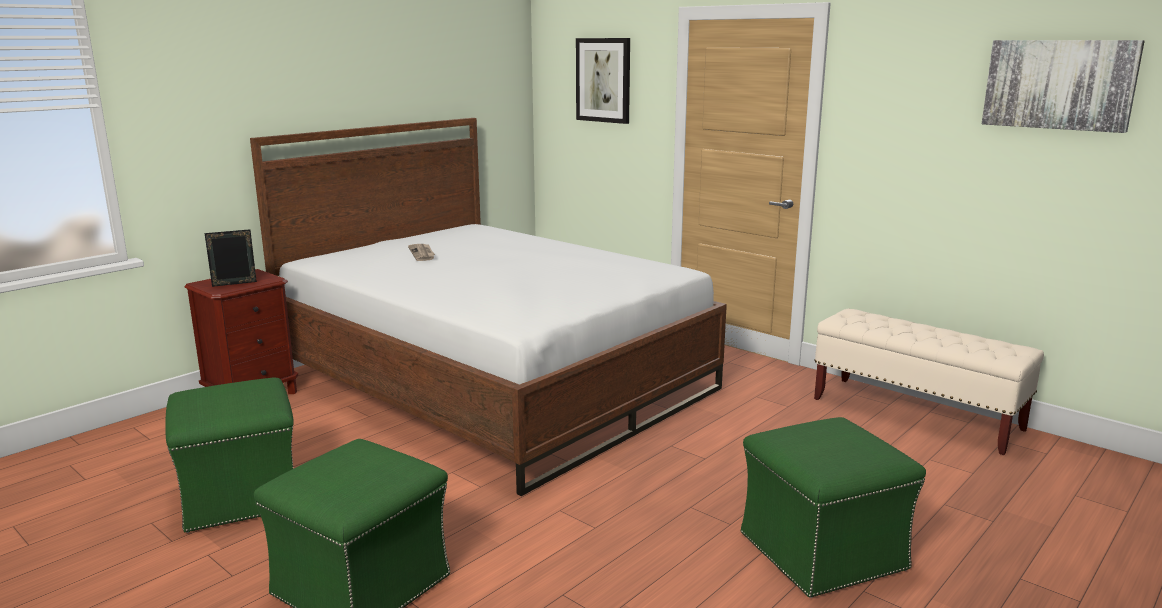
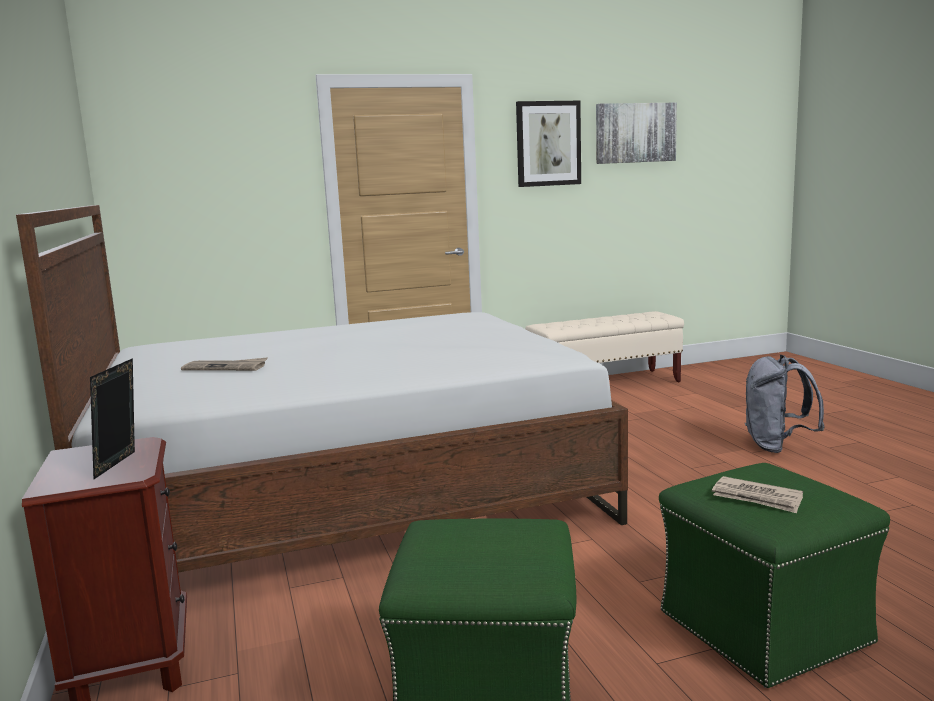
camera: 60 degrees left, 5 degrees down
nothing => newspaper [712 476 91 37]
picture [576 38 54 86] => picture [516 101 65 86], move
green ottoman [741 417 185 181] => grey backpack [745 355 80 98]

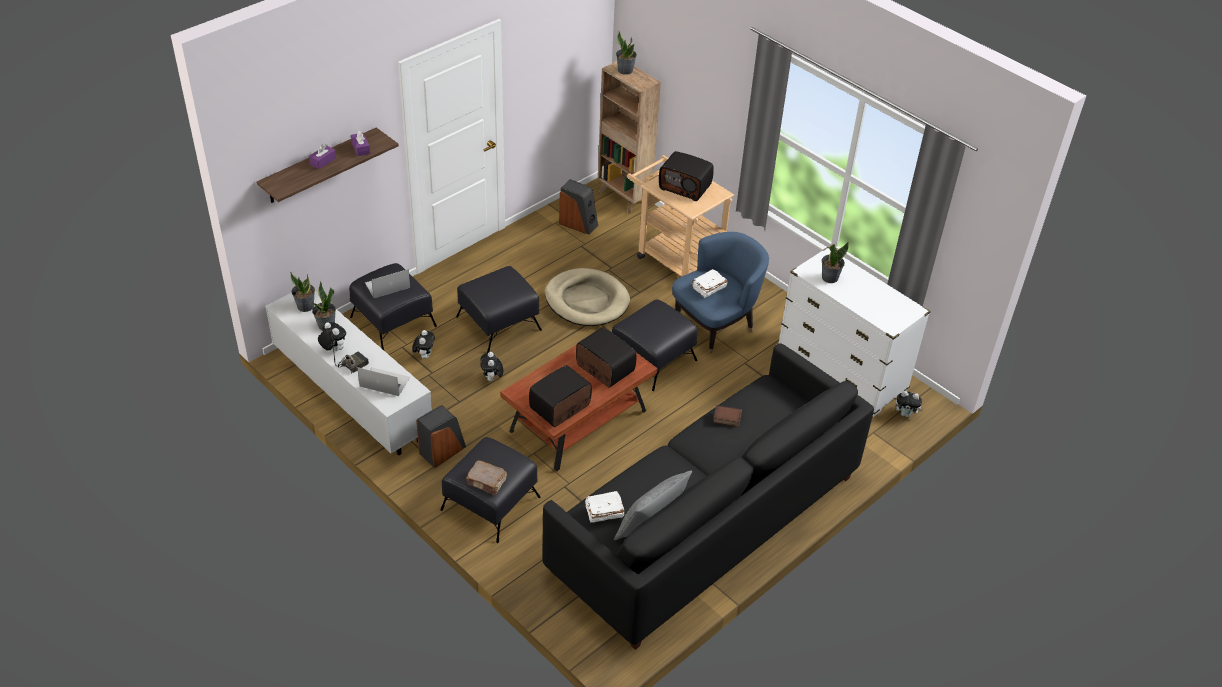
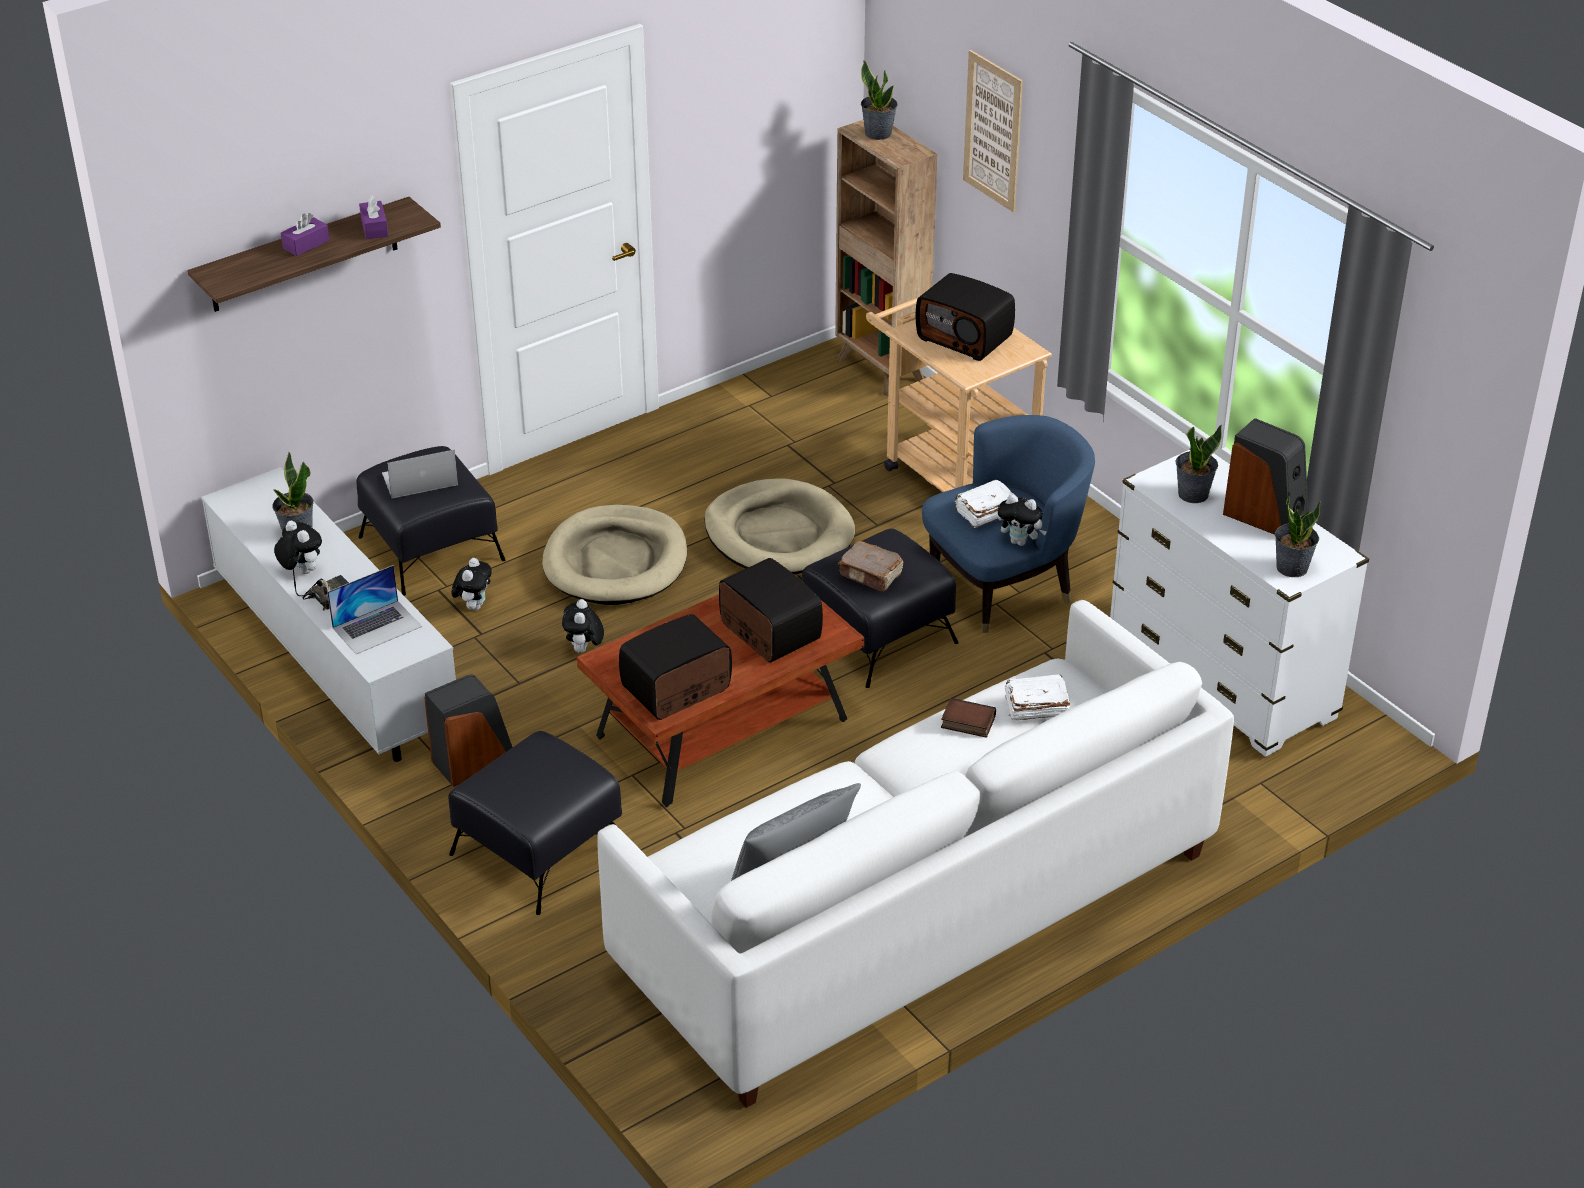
camera: 10 degrees right, 5 degrees down
nothing => picture [963 50 60 162]
potted plant [290 272 25 40] => potted plant [1275 496 46 81], move
brown book [466 460 41 35] => brown book [838 541 65 51], move
speaker [559 179 39 56] => speaker [1223 418 85 117], move
white book [585 491 40 32] => white book [1005 674 65 47], move
plush toy [895 391 28 26] => plush toy [998 494 49 52], move
black ottoman [456 266 86 87] => beige dog bed [542 505 145 100]
black sofa [542 343 332 307] => white sofa [597 600 637 508]
laptop [357 367 53 29] => laptop [327 565 95 89], 120 degrees clockwise

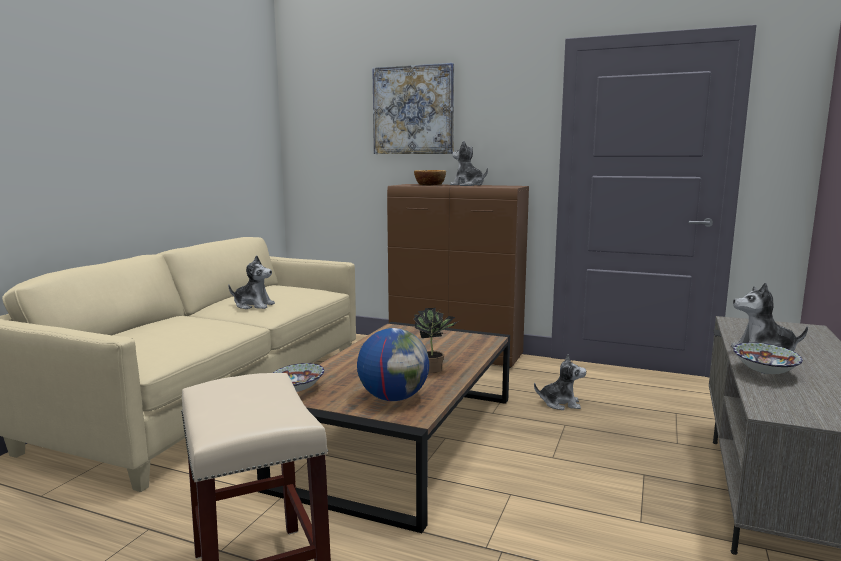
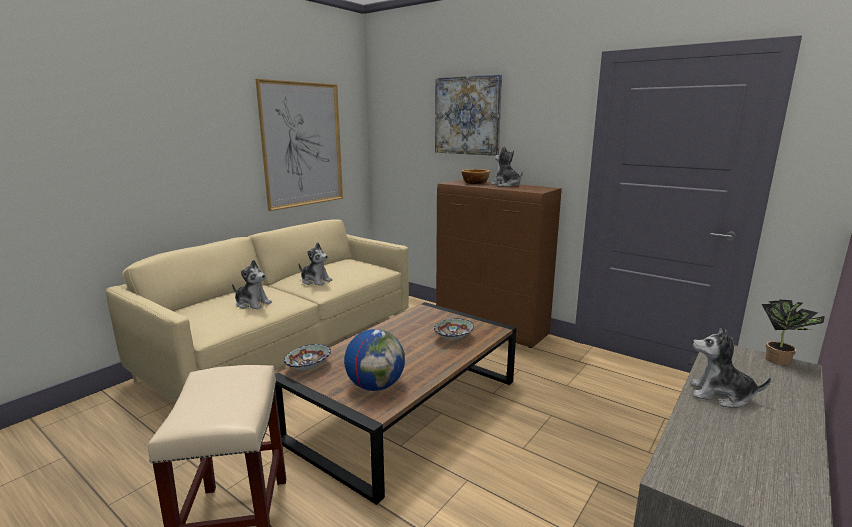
camera: 15 degrees right, 5 degrees up
nothing => picture [256 79 87 132]
potted plant [413 308 47 65] => potted plant [762 299 63 66], move
plush toy [534 354 52 56] => plush toy [232 260 40 49], move
bowl [733 342 70 32] => bowl [434 319 40 21], move

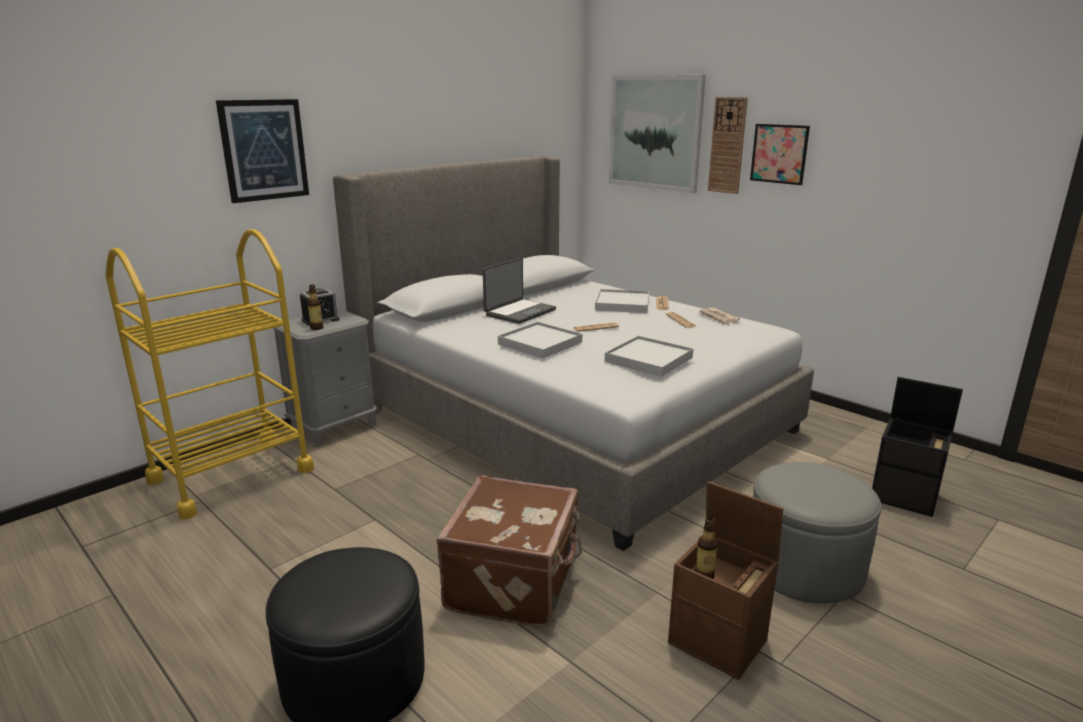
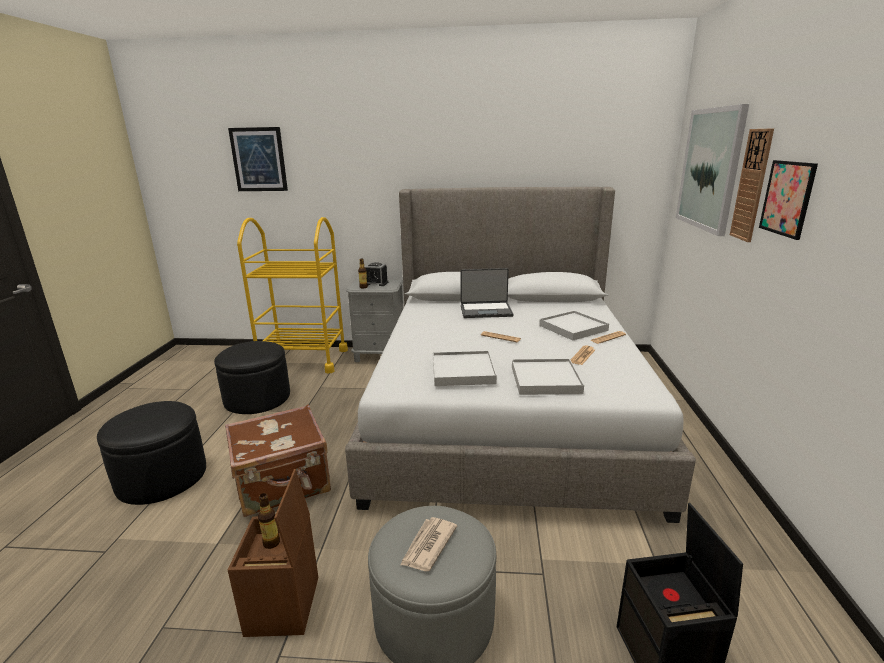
camera: 50 degrees right, 0 degrees up
nothing => black ottoman [214 341 76 73]
picture [216 99 93 104] => picture [228 127 60 64], move
white tray [498 322 84 37] => white tray [512 359 72 36], move
newspaper [698 307 42 18] => newspaper [400 517 57 54], move

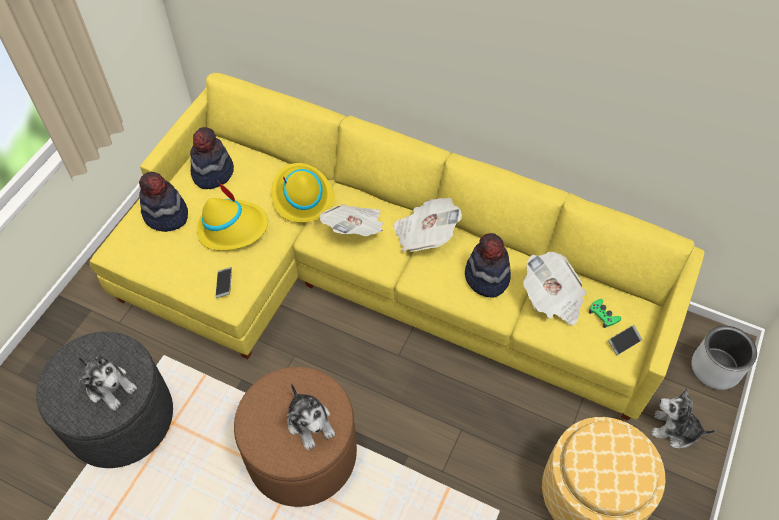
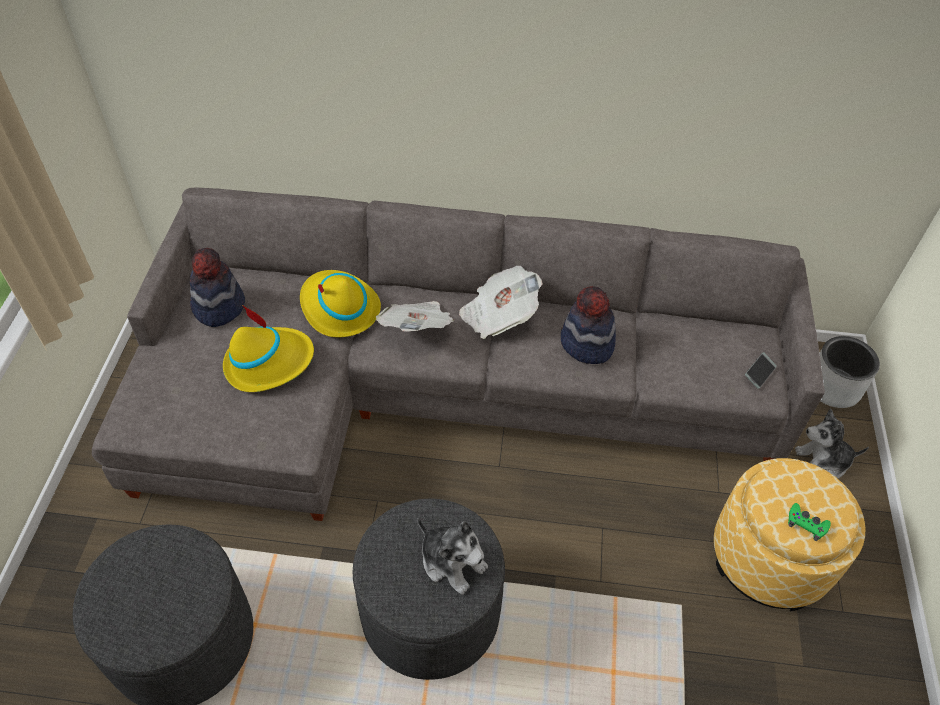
camera: 20 degrees left, 5 degrees down
plush toy [78 356 59 55] => nothing
hat [139 172 49 60] => nothing
phone [215 267 17 31] => nothing
newspaper [523 252 64 73] => nothing
green game controller [589 299 32 29] => green game controller [788 503 43 38], move
yellow sofa [90 73 614 347] => grey sofa [92 188 733 333]
brown ottoman [234 367 123 140] => grey ottoman [353 499 152 181]

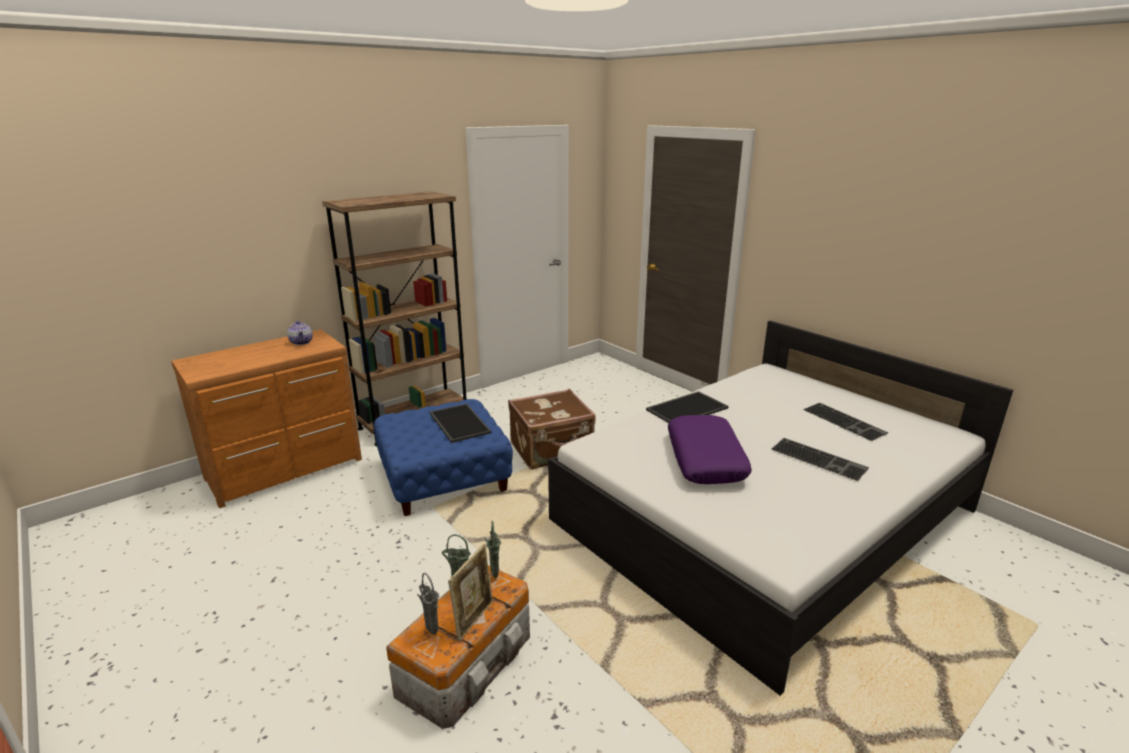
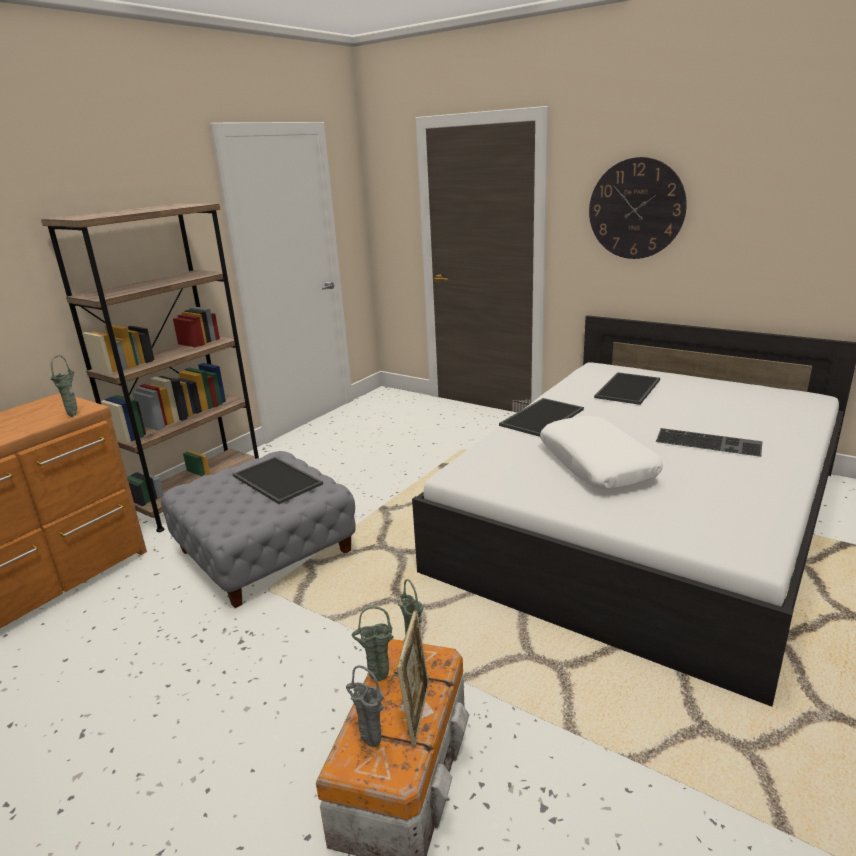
camera: 15 degrees left, 0 degrees up
teapot [287 321 26 24] => nothing
brown suitcase [508 389 87 80] => nothing
keyboard [803 403 85 38] => nothing
nothing => green vase [50 355 28 62]
nothing => wall clock [589 157 98 102]
nothing => tray [594 372 66 33]
blue ottoman [374 399 139 117] => grey ottoman [161 451 195 157]
purple pillow [668 415 84 69] => white pillow [540 416 123 74]

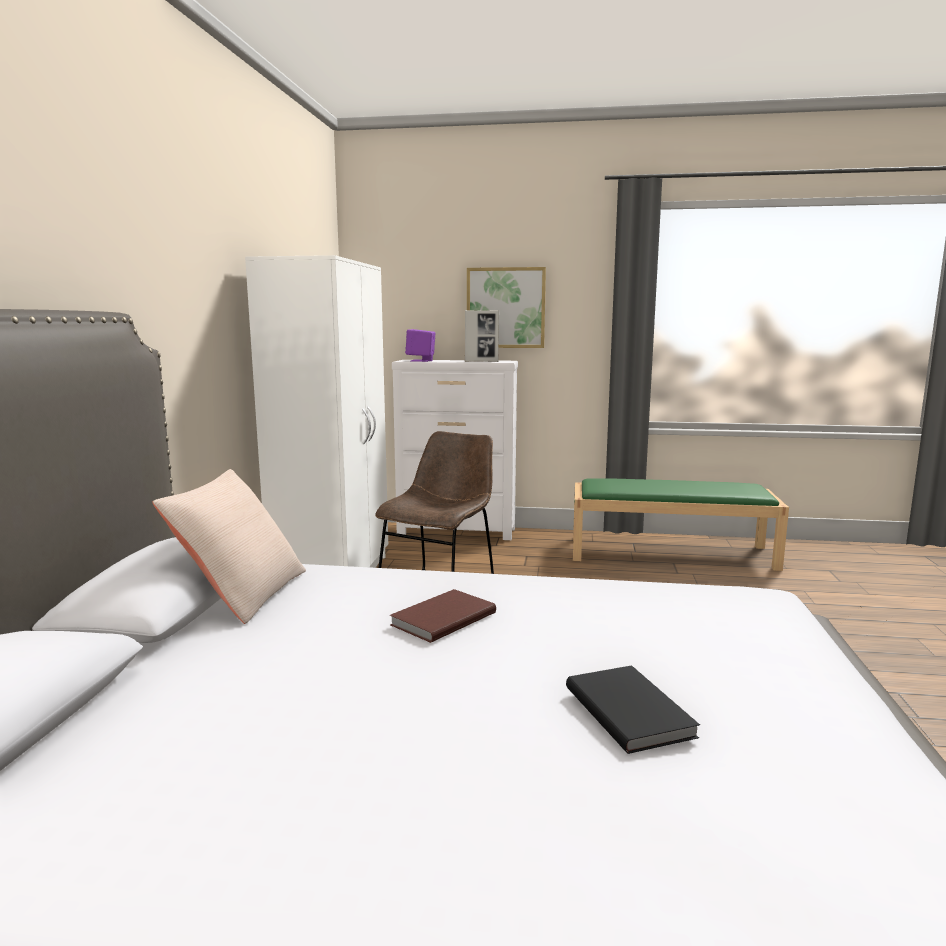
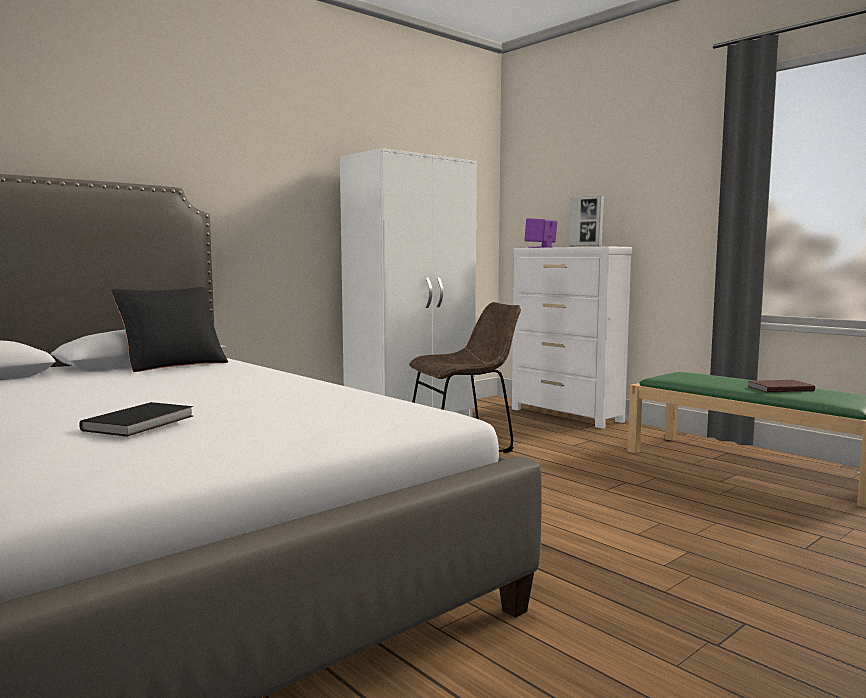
camera: 40 degrees right, 5 degrees down
picture [467 267 79 81] => nothing
brown book [390 589 106 54] => brown book [747 380 68 13], move
beige pillow [152 469 154 155] => black pillow [111 287 117 85]

